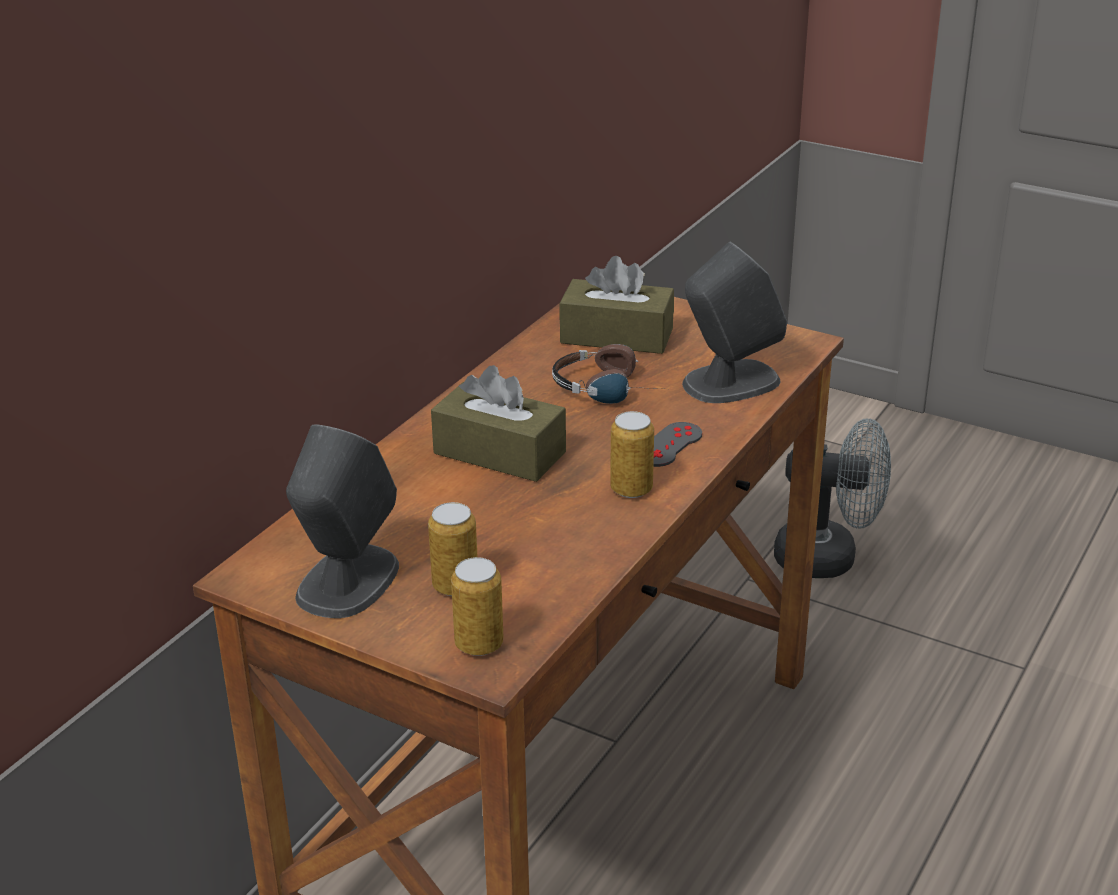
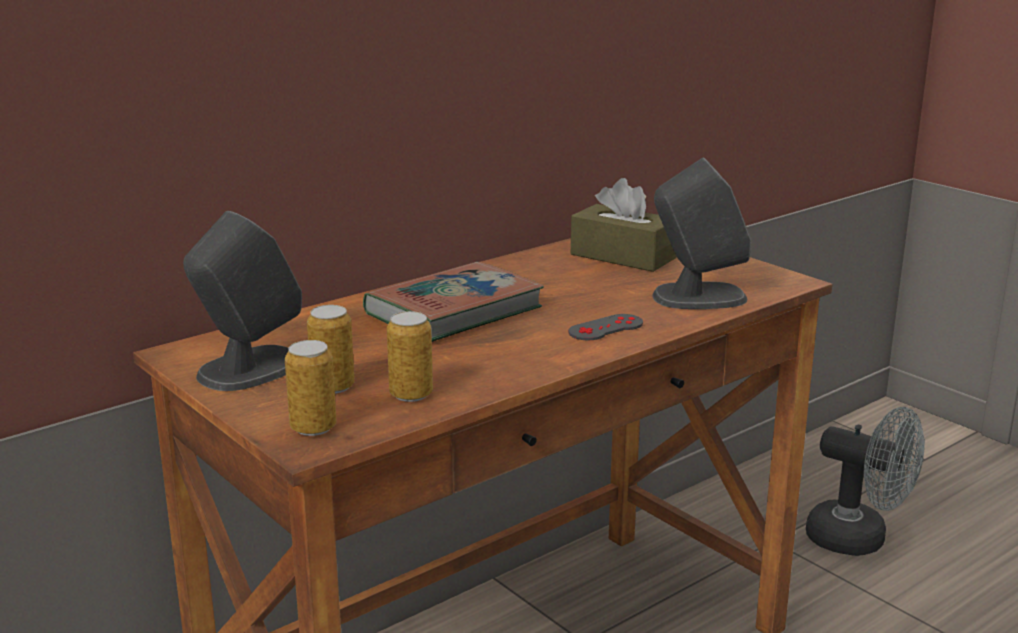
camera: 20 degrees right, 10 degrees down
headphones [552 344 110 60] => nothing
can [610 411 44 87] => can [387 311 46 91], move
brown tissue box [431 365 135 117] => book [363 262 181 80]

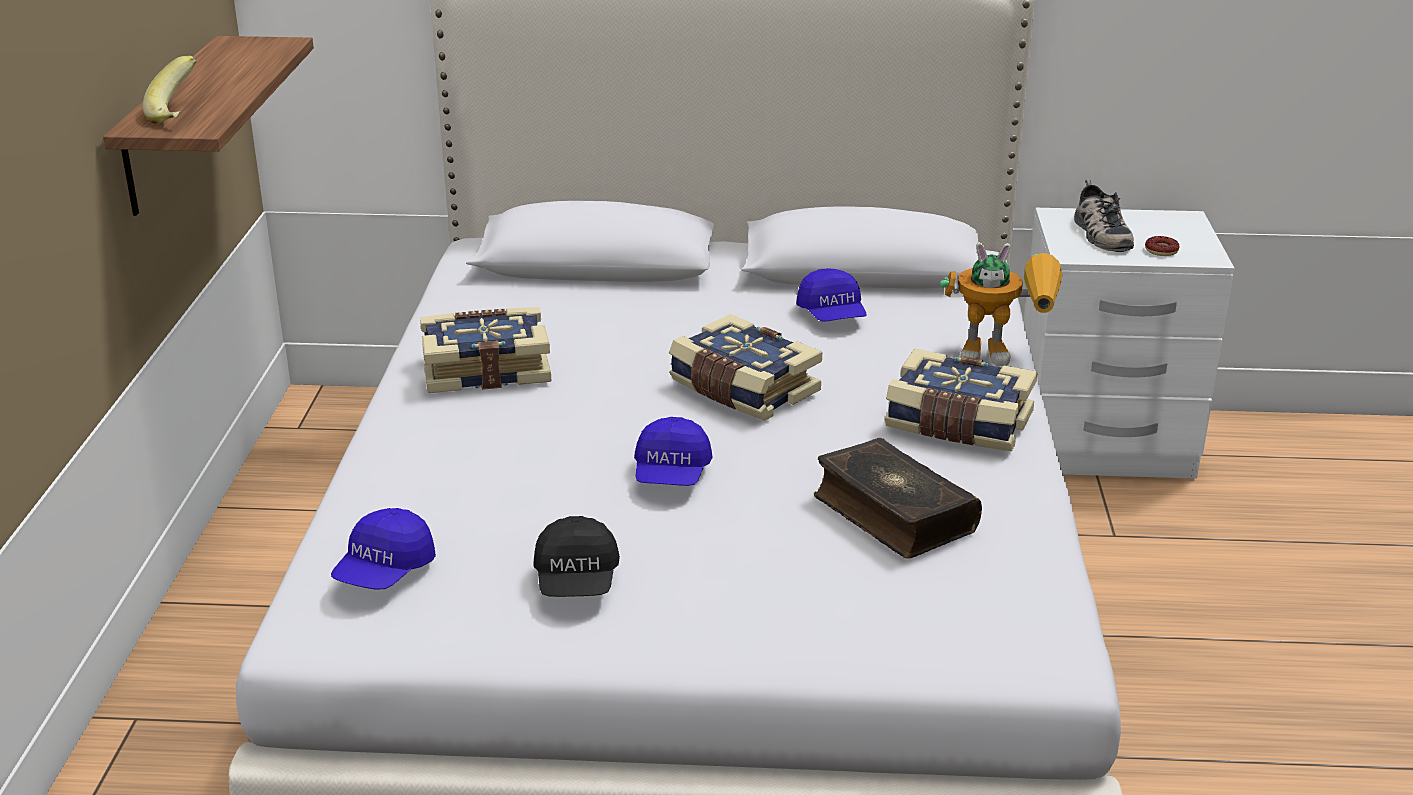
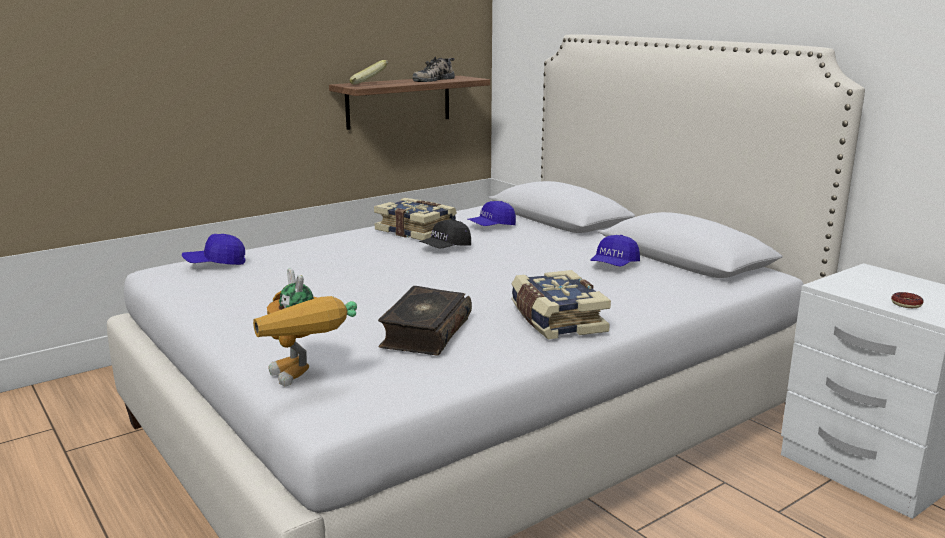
camera: 50 degrees right, 10 degrees down
book [669 314 153 107] => nothing
black cap [534 516 86 81] => black cap [419 220 52 29], move
blue cap [634 417 79 69] => blue cap [467 201 49 25], move
toy robot [940 242 122 124] => toy robot [253 268 104 118], move
shoe [1074 180 60 72] => shoe [412 57 43 25], move

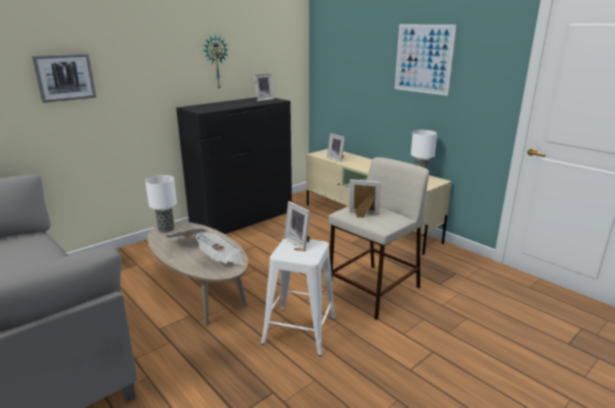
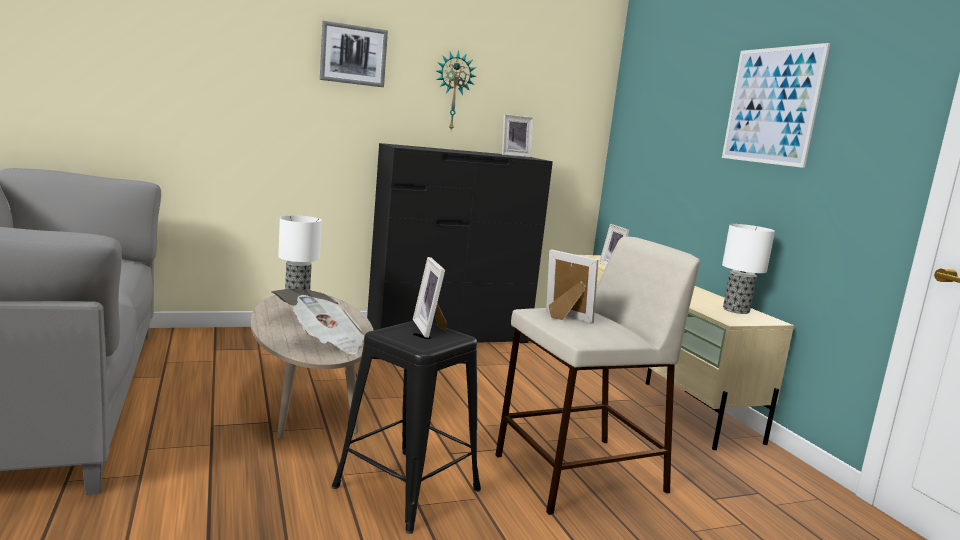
camera: 20 degrees right, 10 degrees down
picture [32 53 64 50] => picture [320 21 68 66], move
white stool [261 238 75 118] => black stool [332 321 149 213]

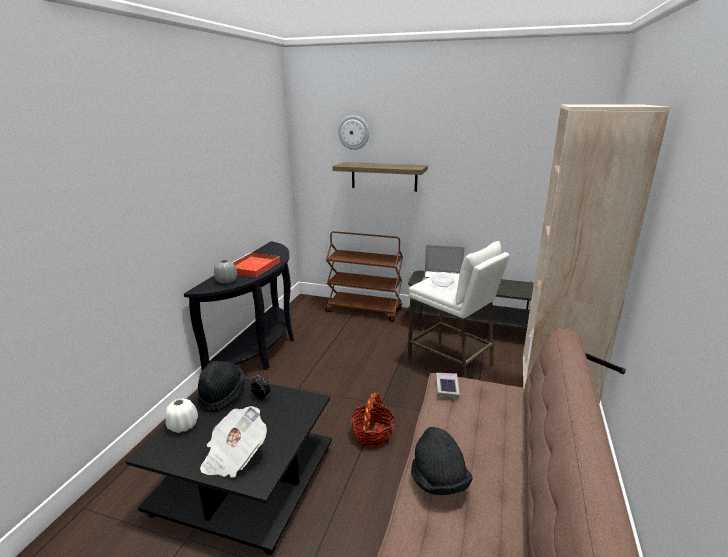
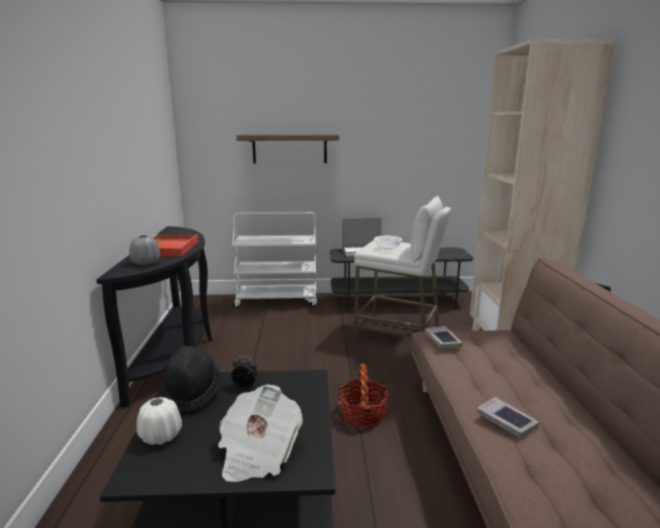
camera: 20 degrees left, 5 degrees down
wall clock [338 115 31 35] => nothing
black hat [411 427 61 68] => book [476 397 63 41]
brown cart [325 231 78 90] => white cart [232 212 85 96]

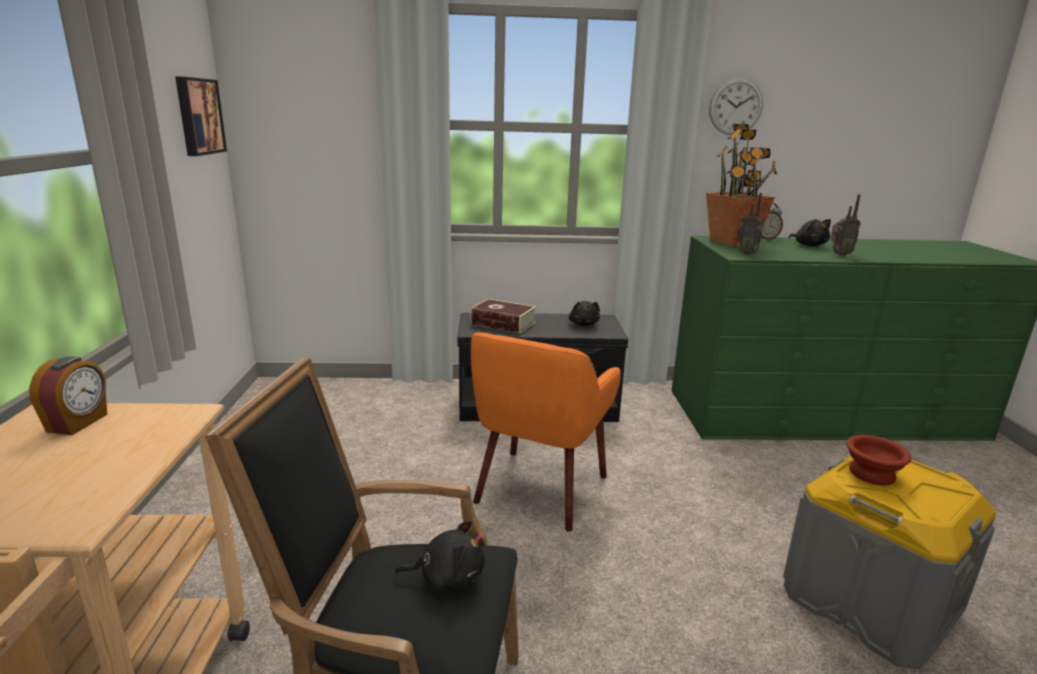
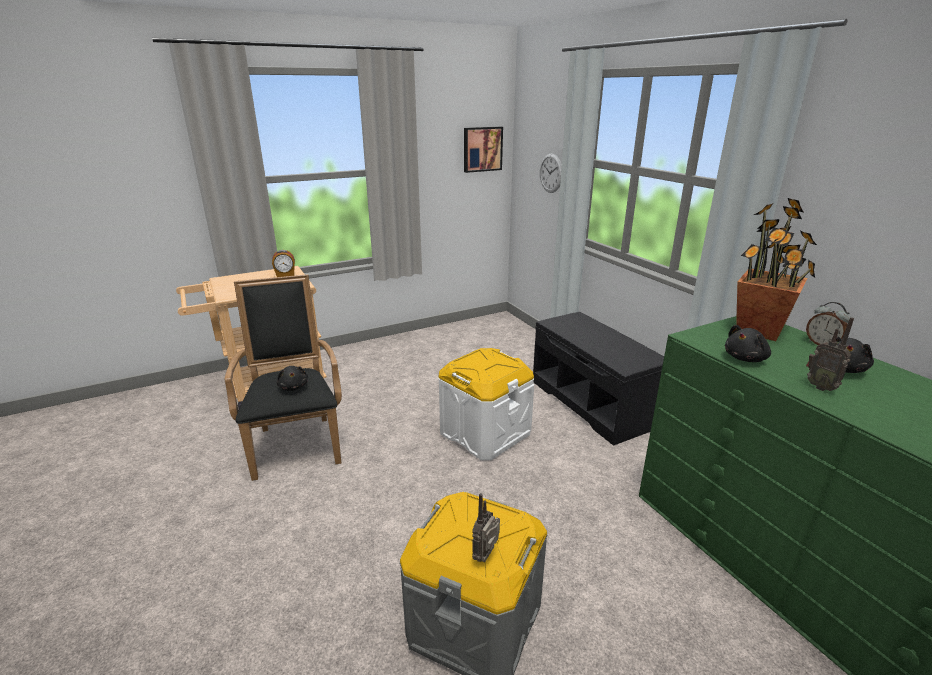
camera: 65 degrees right, 5 degrees up
book [470 299 66 35] => nothing
brown bowl [846 435 66 50] => nothing
black plush toy [569 301 31 25] => black plush toy [725 325 46 37], move
wall clock [709 77 54 58] => wall clock [540 153 22 40], move
radio [736 193 27 62] => radio [472 493 28 69], move
orange armchair [471 332 150 200] => white storage box [438 348 96 112]

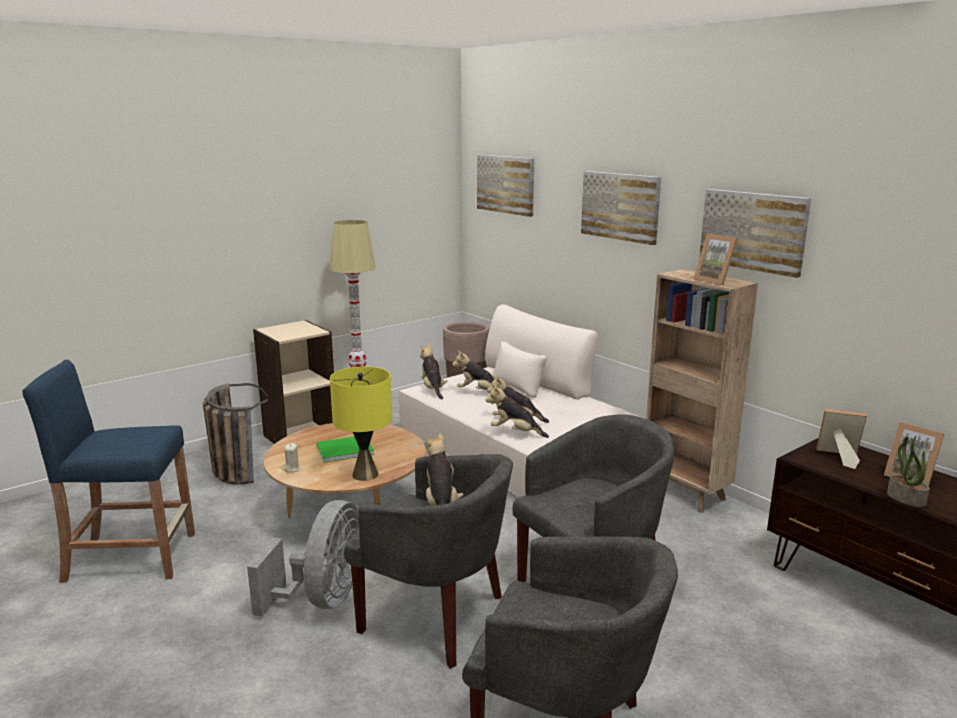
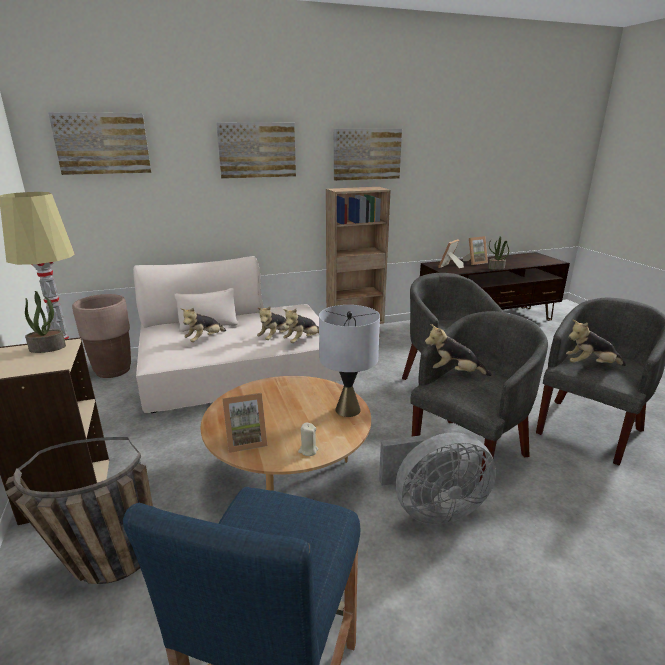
camera: 70 degrees left, 5 degrees up
green book [317 437 57 26] => nothing
nothing => potted plant [25 291 41 62]
plush toy [420 344 28 55] => plush toy [566 319 60 47], move
picture frame [693 233 45 52] => picture frame [222 393 45 60], move
yellow table lamp [330 367 62 114] => grey table lamp [319 305 61 112]
grey fan [247 500 112 117] => grey fan [379 432 117 93], 135 degrees clockwise

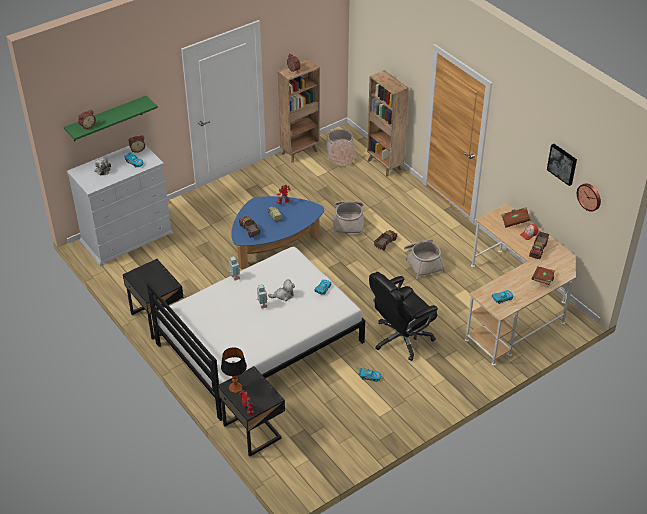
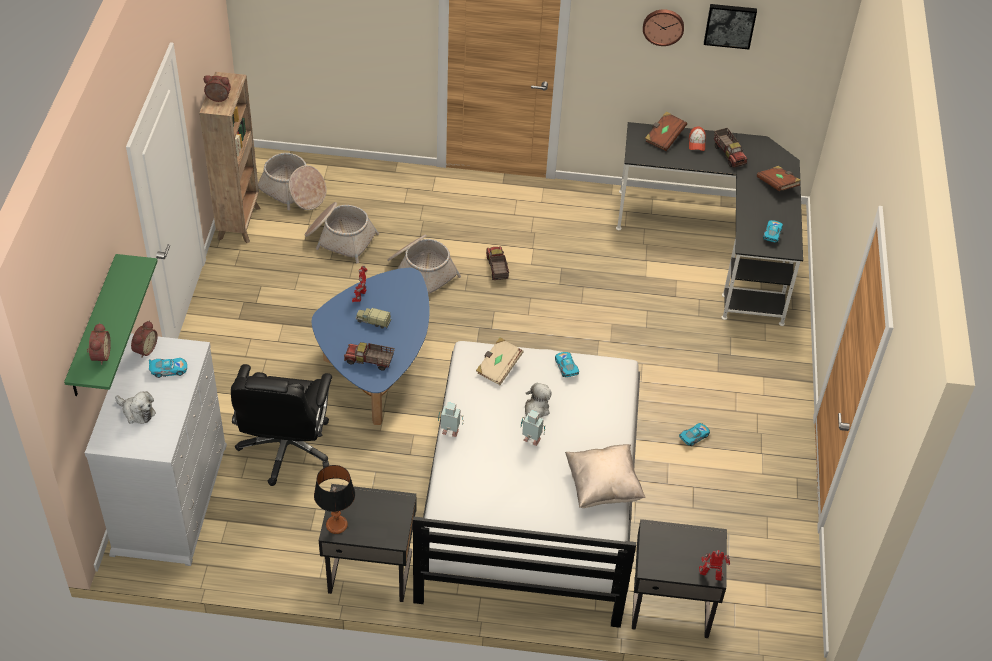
camera: 50 degrees left, 5 degrees up
brown bookcase [367 70 42 107] => nothing
nothing => beige book [476 338 48 47]
nothing => beige pillow [565 444 81 64]
table lamp [221 347 26 46] => table lamp [314 465 41 69], move
black office chair [369 272 69 89] => black office chair [231 364 101 122], move
basket [404 239 42 40] => basket [305 202 74 61], move
wall clock [577 183 24 29] => wall clock [643 9 41 37], move
beige desk [465 204 111 162] => black desk [616 122 187 204]

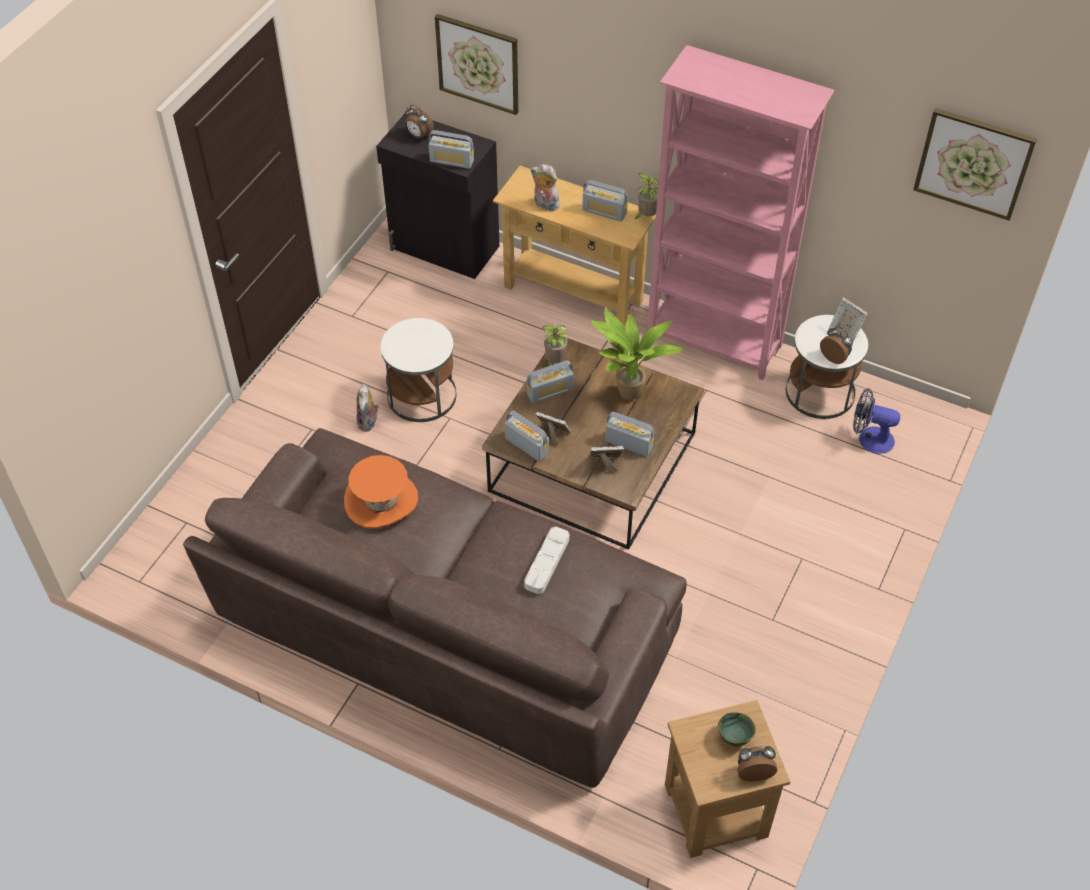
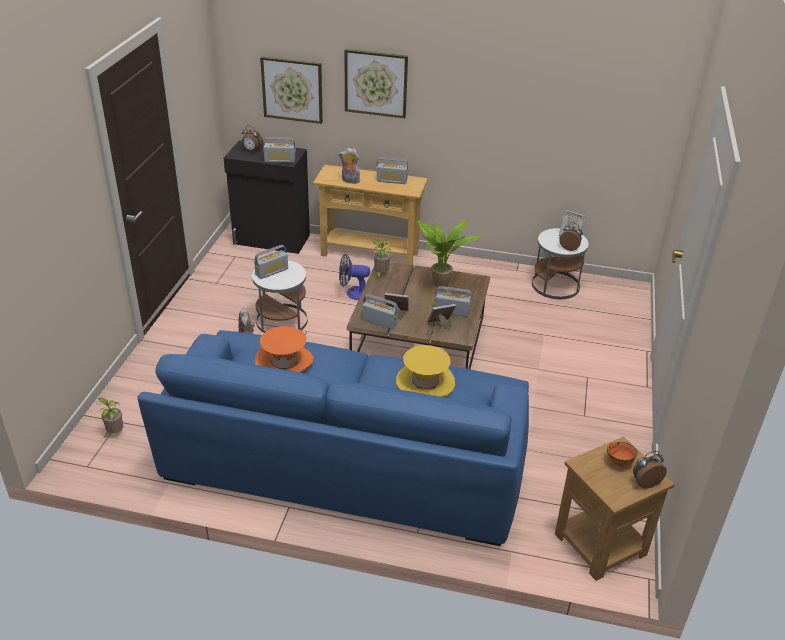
camera: 15 degrees left, 15 degrees down
pink bookcase [647 45 188 335] => nothing
radio [527 361 47 42] => radio [254 245 34 34], move
potted plant [635 173 24 46] => potted plant [98 398 25 39], move
fan [853 388 47 66] => fan [339 254 31 46], move
picture [913 108 124 113] => picture [344 49 64 69], move
white tray [524 527 45 67] => yellow hat [396 345 59 52]
brown sofa [183 428 503 360] => blue sofa [137 330 392 216]
green bowl [718 713 38 33] => orange bowl [607 442 31 24]

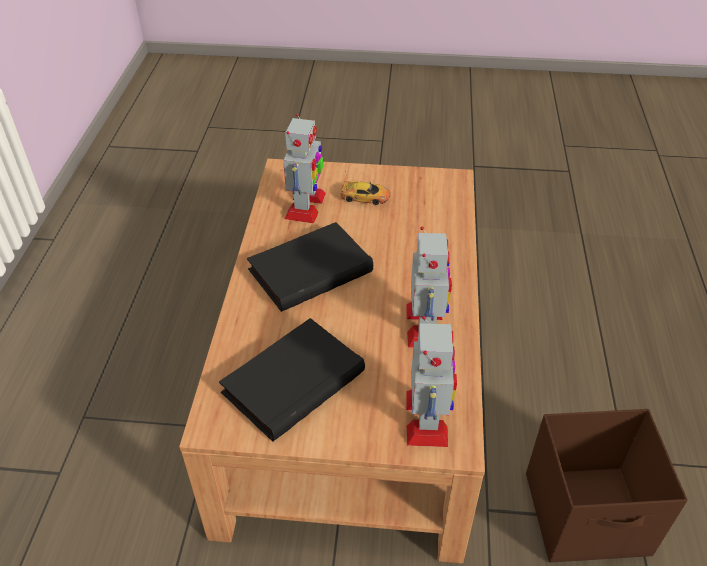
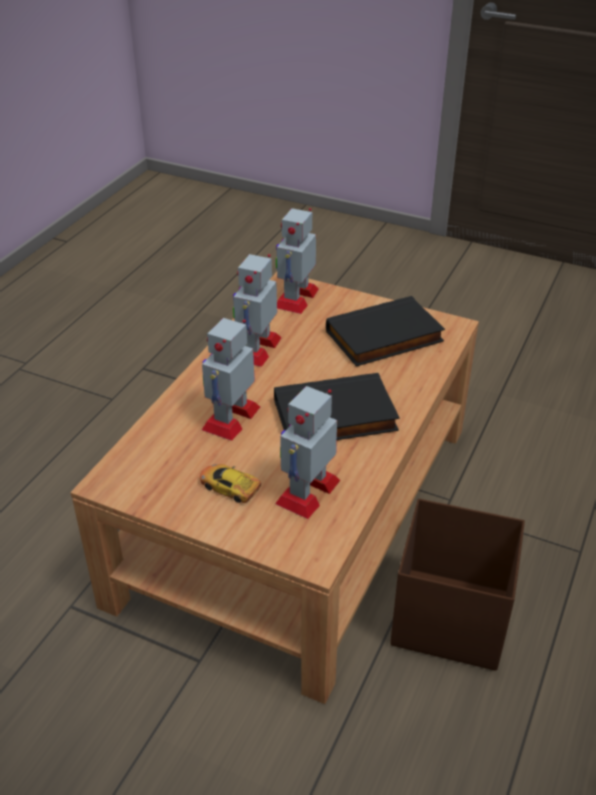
camera: 160 degrees left, 5 degrees down
nothing => toy robot [202 318 58 123]
brown storage box [526 409 162 154] => brown storage box [390 499 135 172], move

